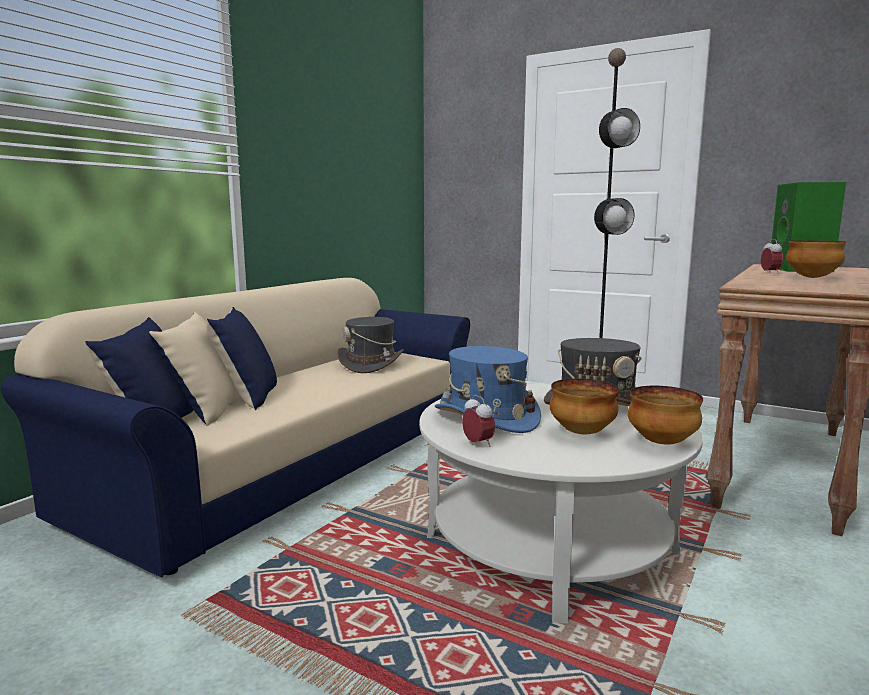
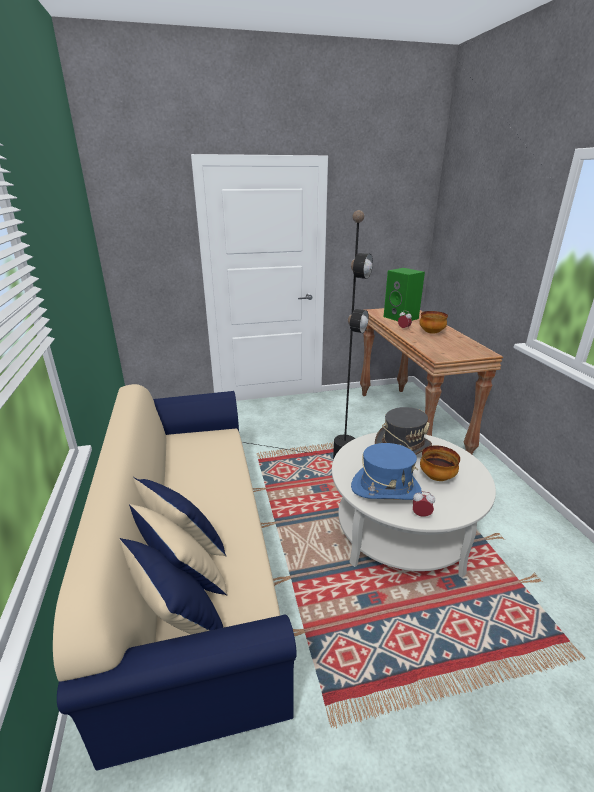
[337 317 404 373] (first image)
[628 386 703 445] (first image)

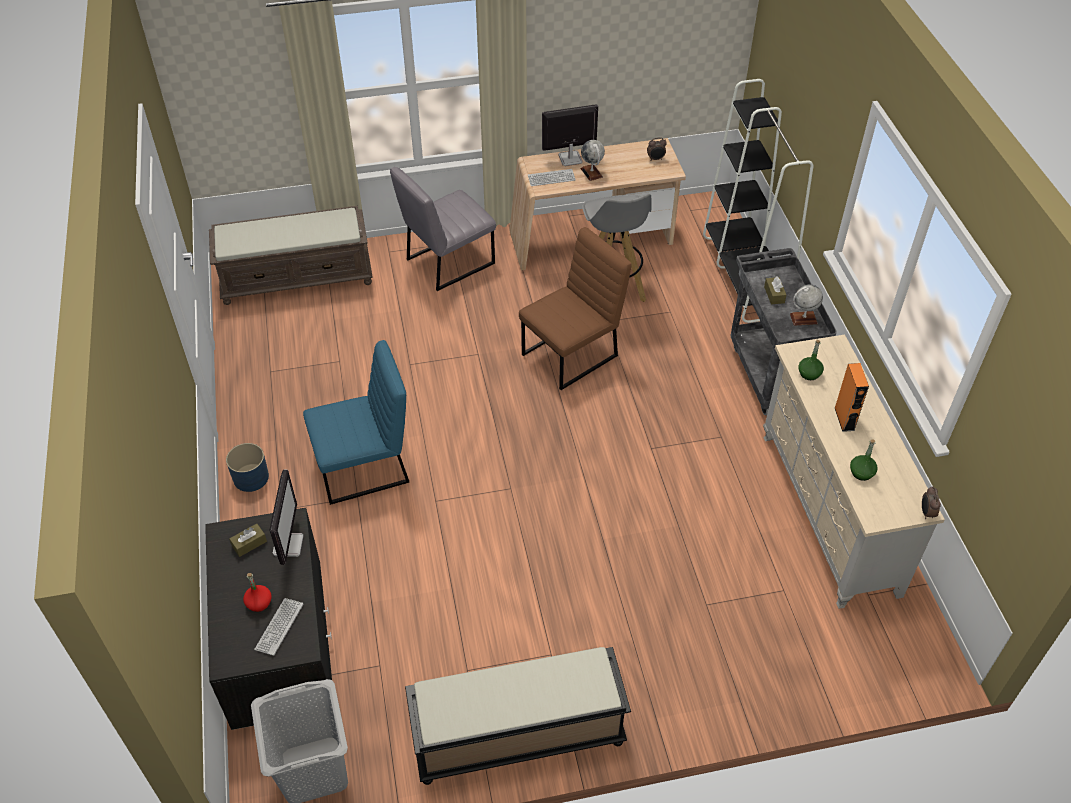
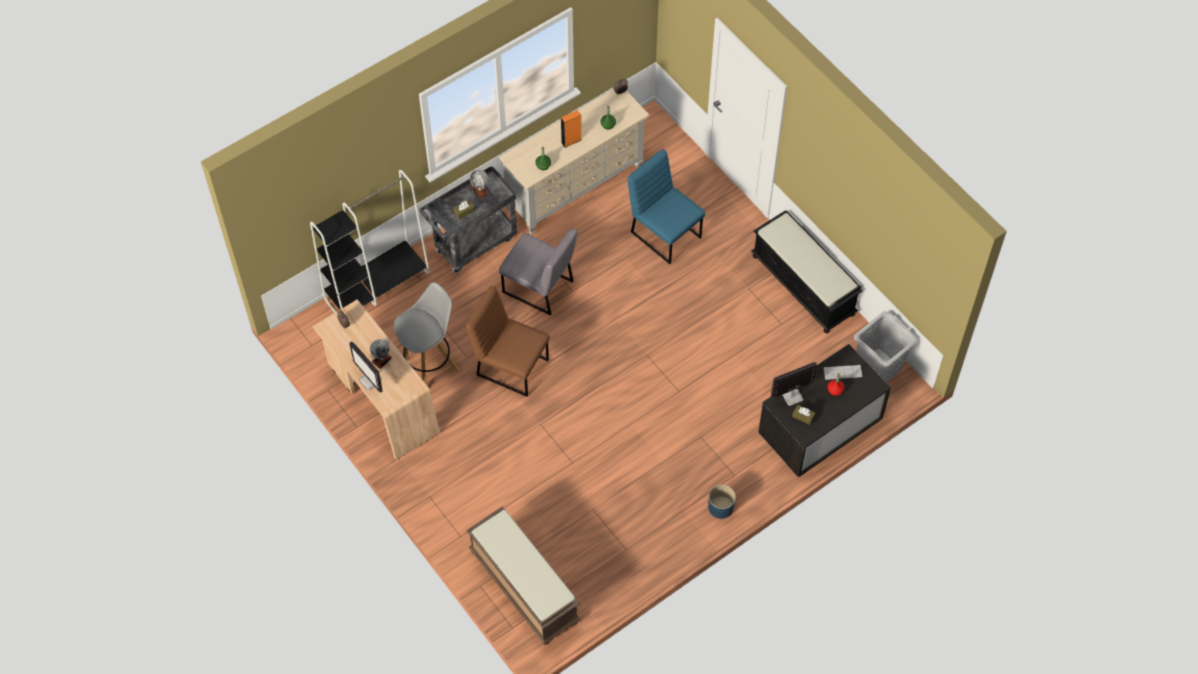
[628 149 705 264]
[499 229 578 315]
[528 169 575 186] (first image)

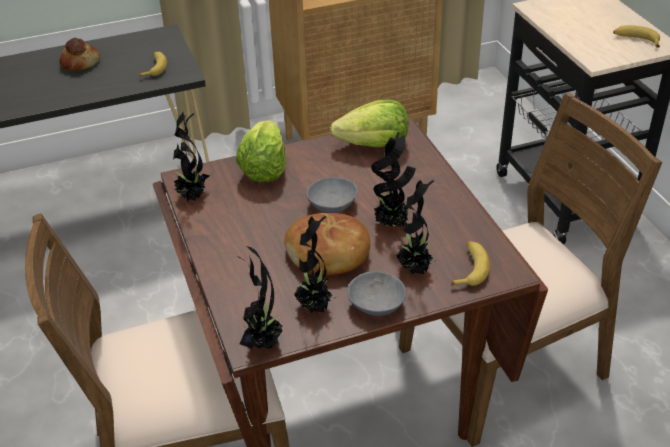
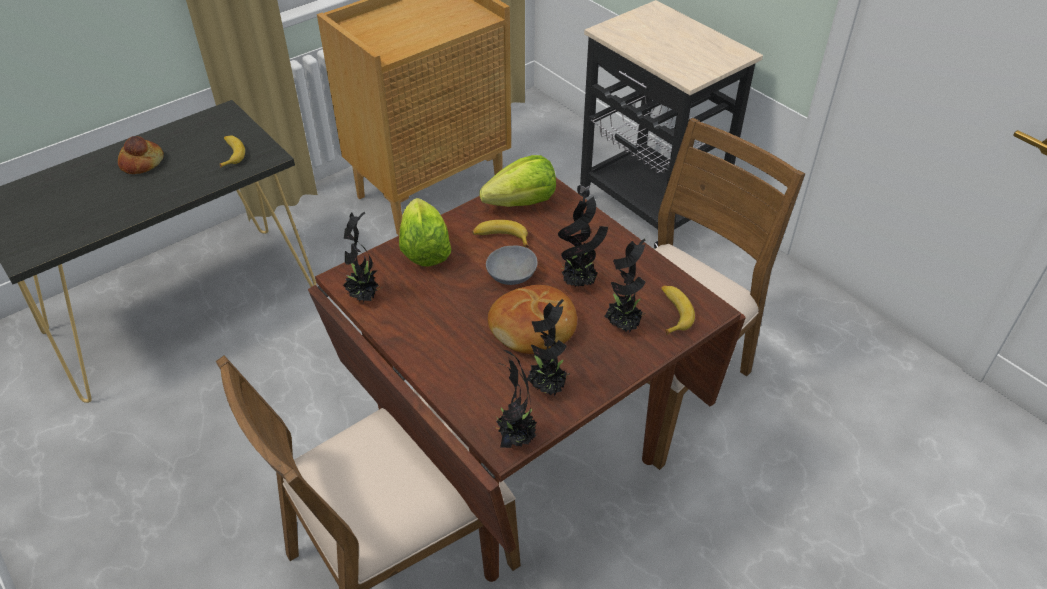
[348 271 406 316] (first image)
[472 220 529 248]

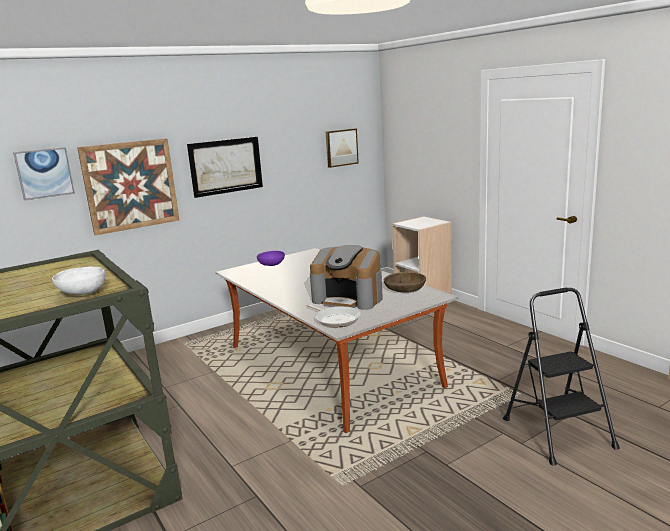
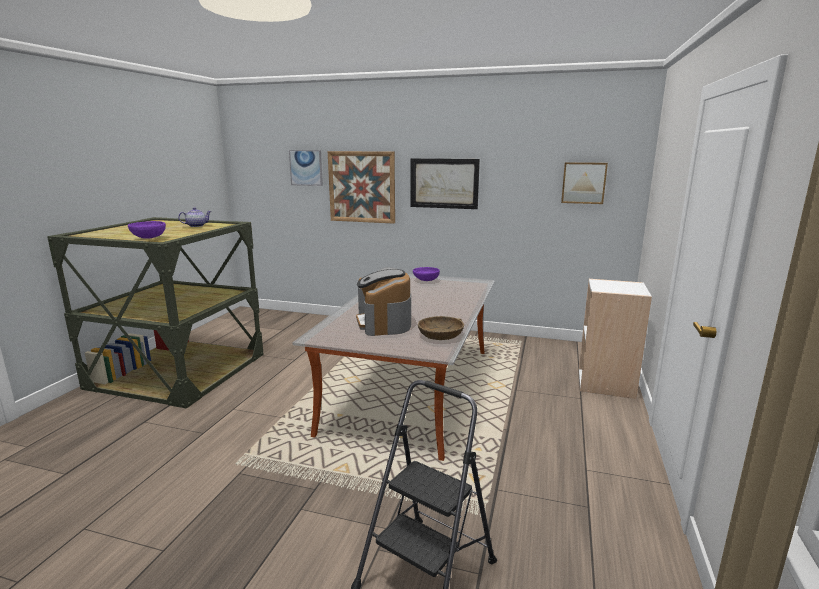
[128 221 166 239]
[306 304 361 327] (first image)
[178 207 212 227]

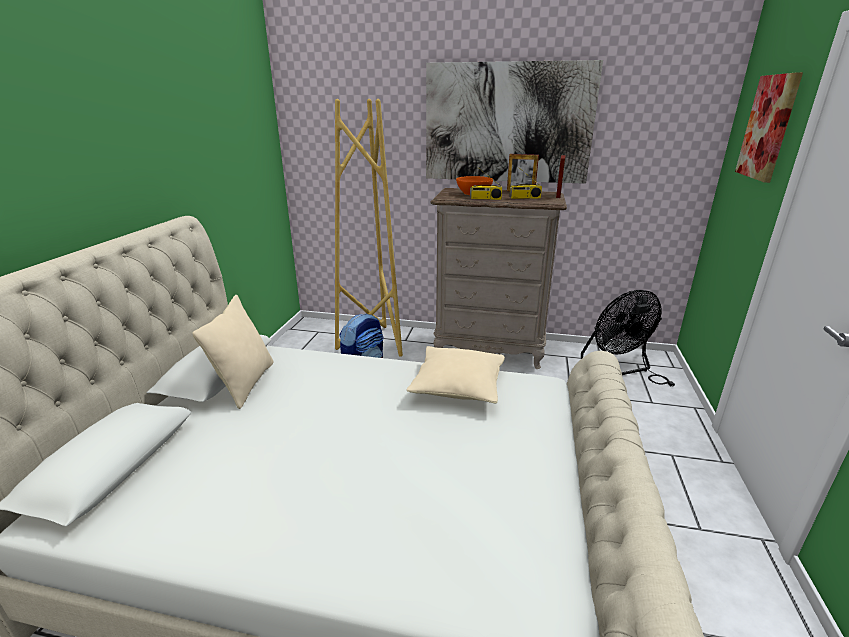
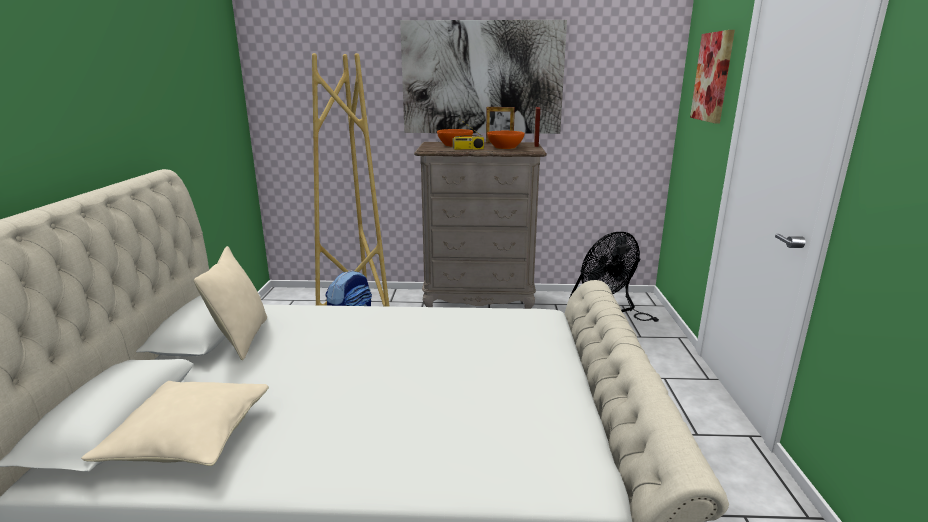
[81 381 269 466]
[487 131 524 149]

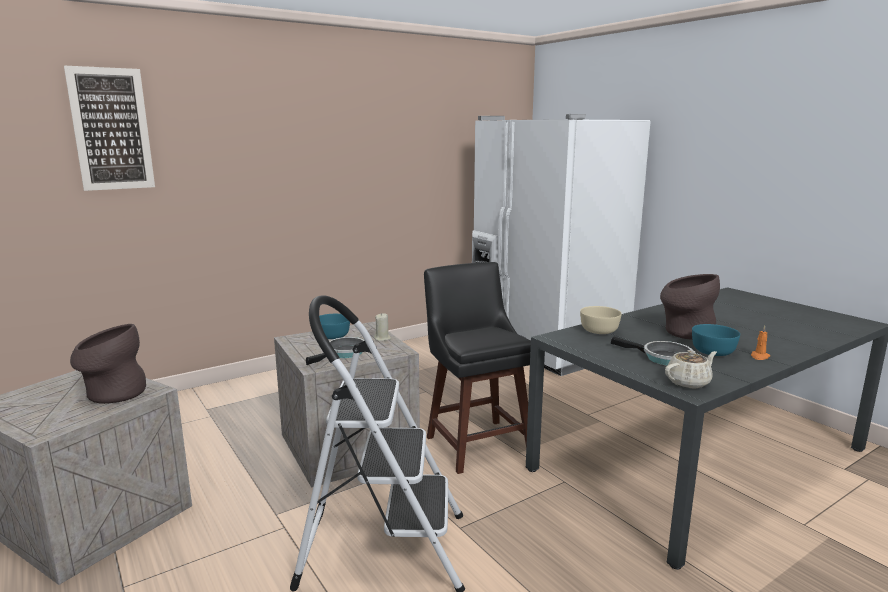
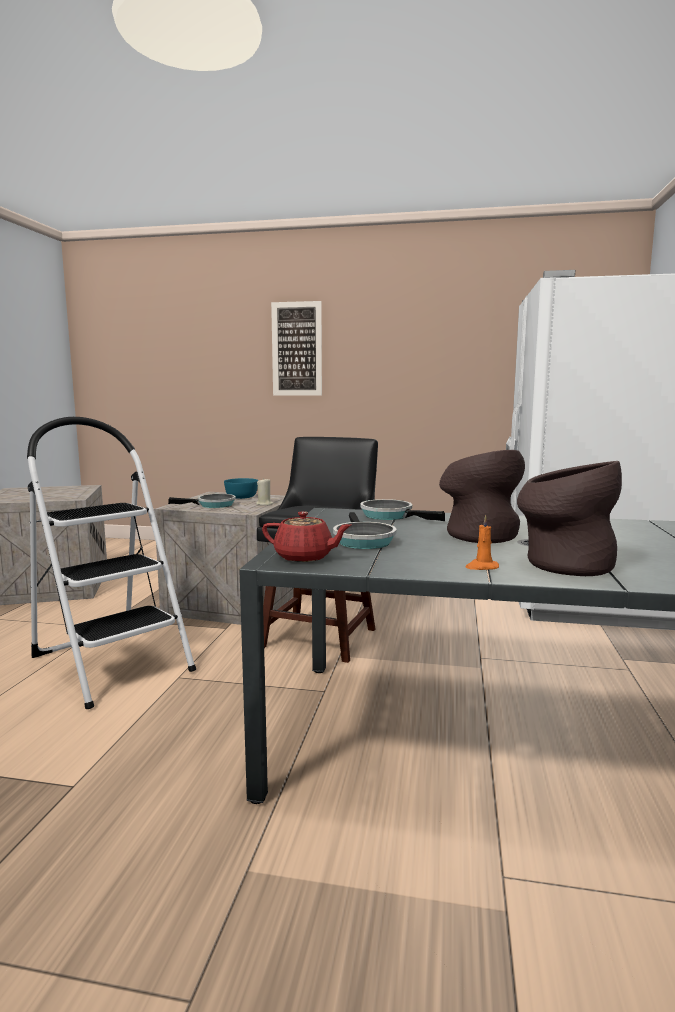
[271 301 322 396]
[517 461 622 576]
[360 499 445 521]
[262 511 351 562]
[692 324 740 356] (first image)

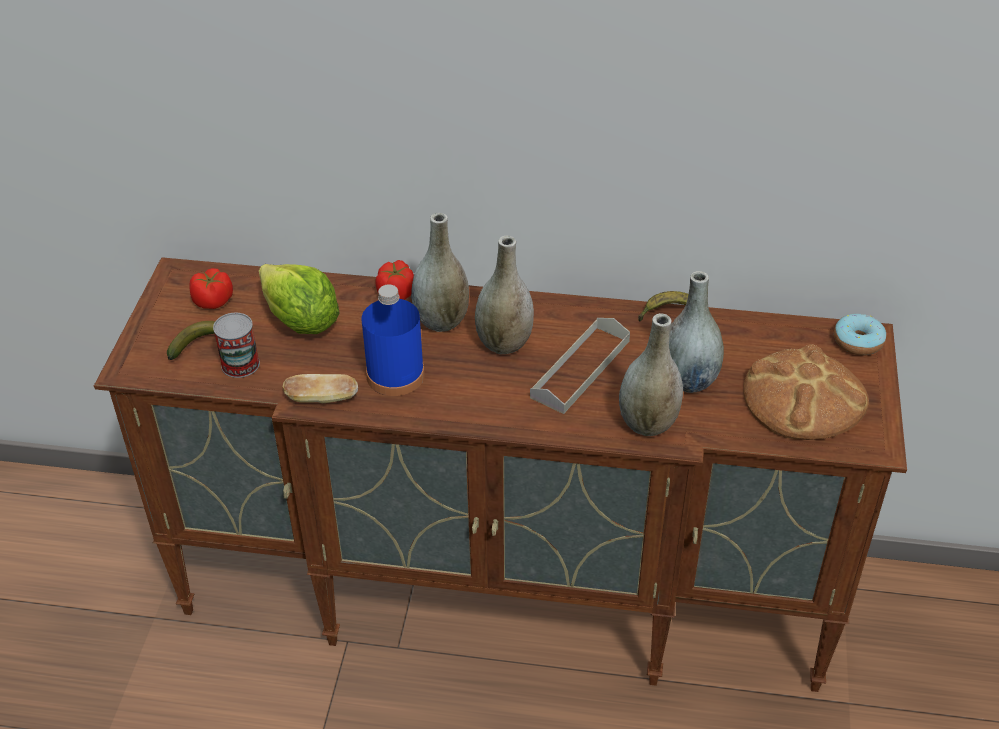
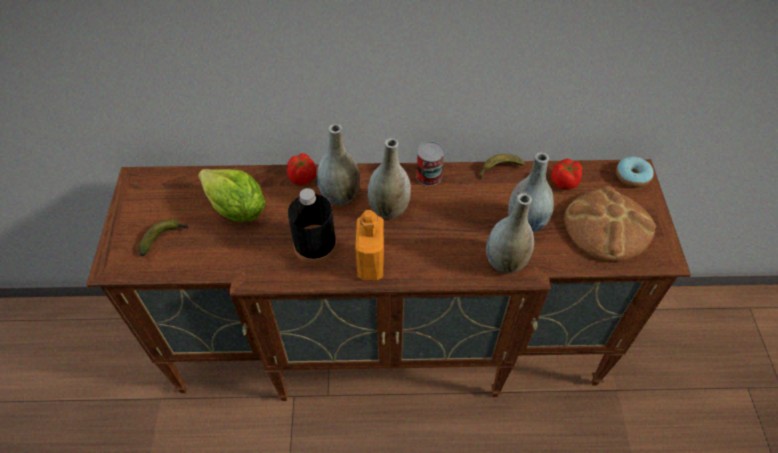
[551 159 582 189]
[416 141 445 186]
[283 374 358 403] (first image)
[288 188 337 264]
[530 318 630 414] (first image)
[355 210 384 280]

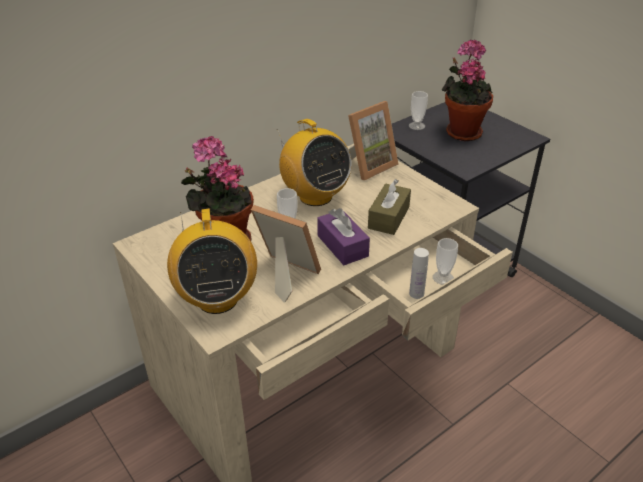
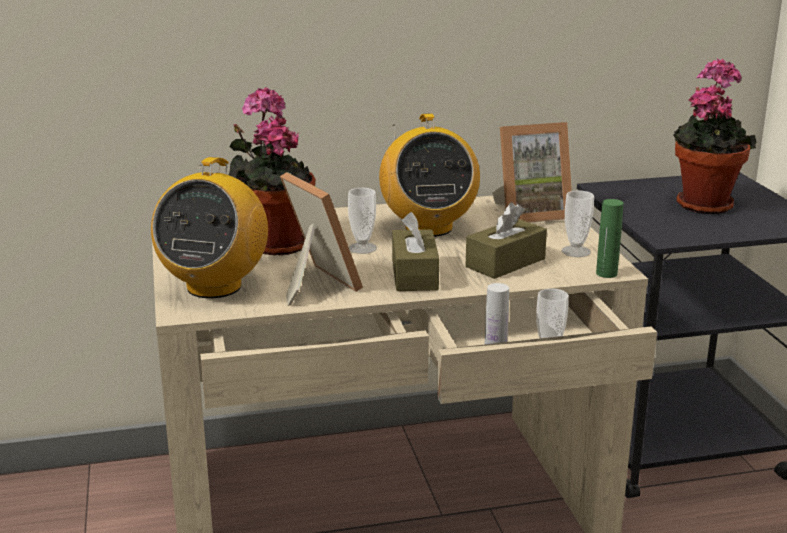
[392 212 439 291]
[562 190 594 257]
[596 199 623 278]

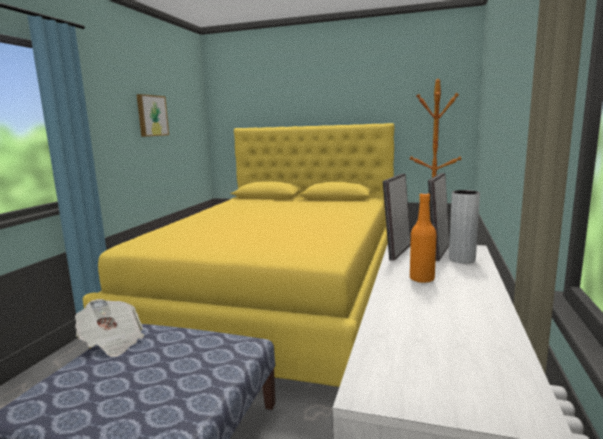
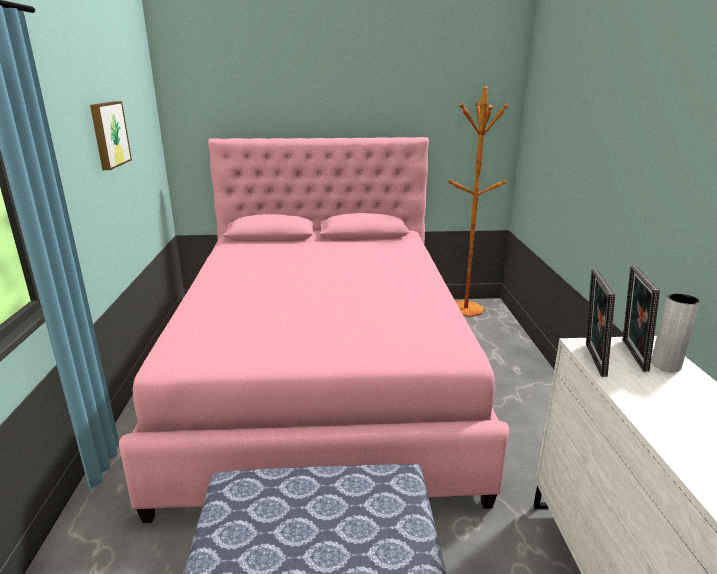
[75 299 144 357] (first image)
[119 137 509 523]
[410 193 436 283] (first image)

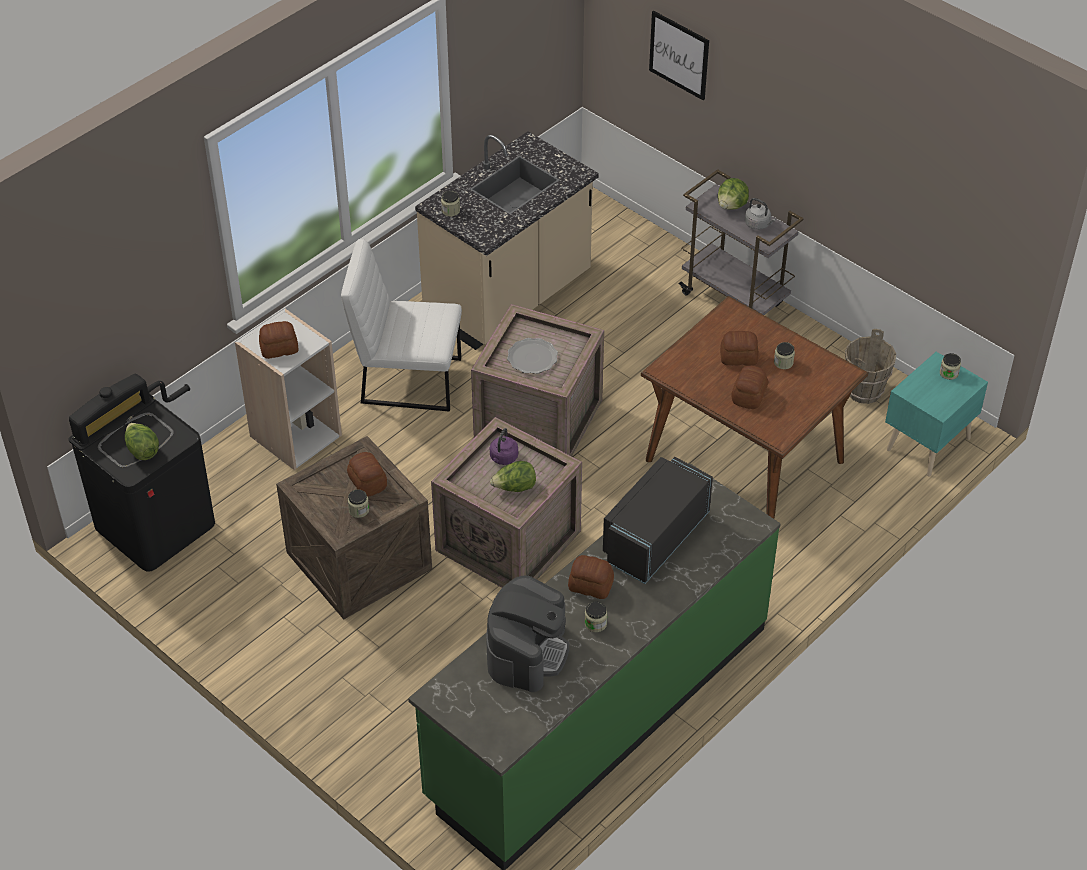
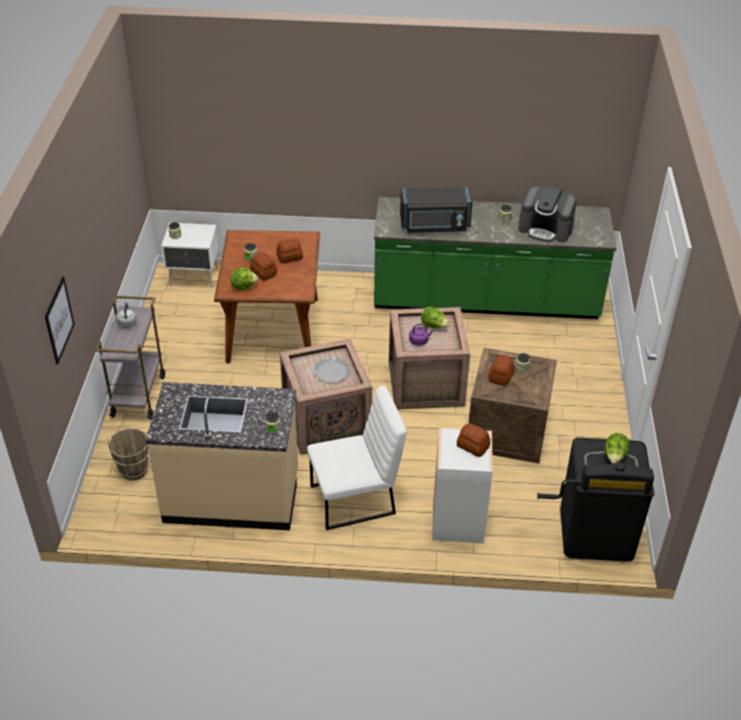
[307 385 407 530]
[518 186 577 243]
[568 555 614 599] (first image)
[230 267 258 290]
[107 428 149 481]
[161 223 219 288]

